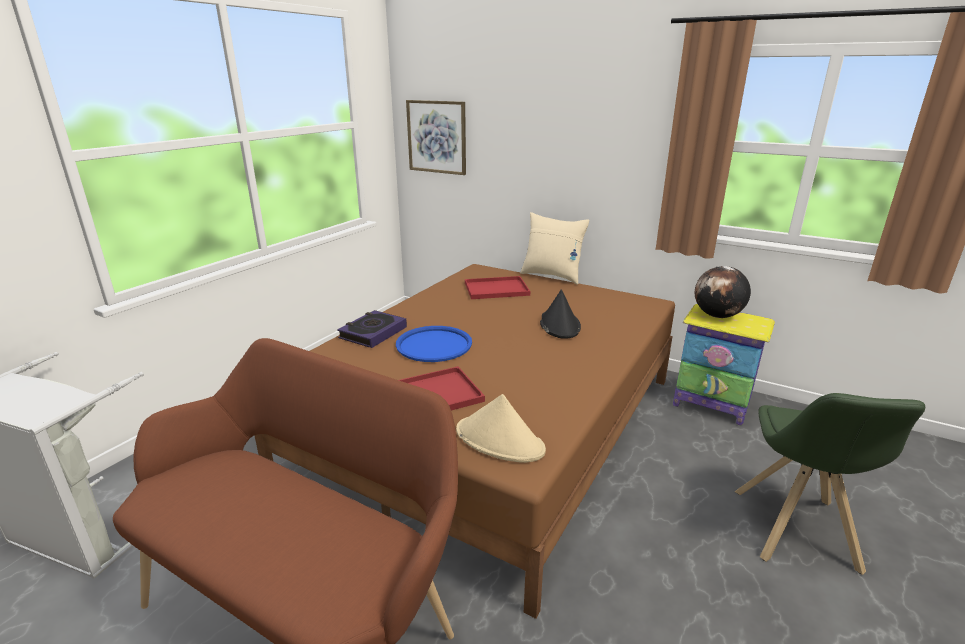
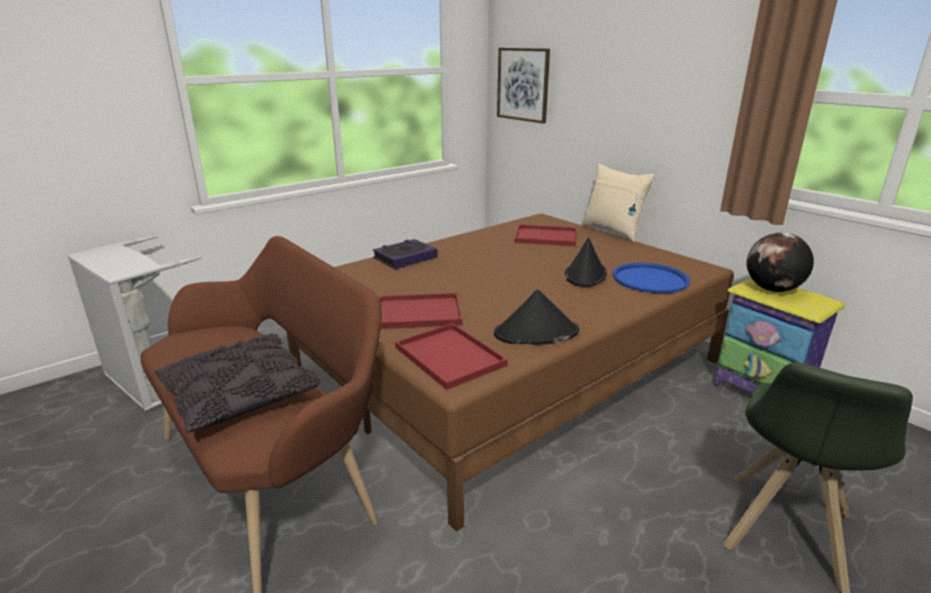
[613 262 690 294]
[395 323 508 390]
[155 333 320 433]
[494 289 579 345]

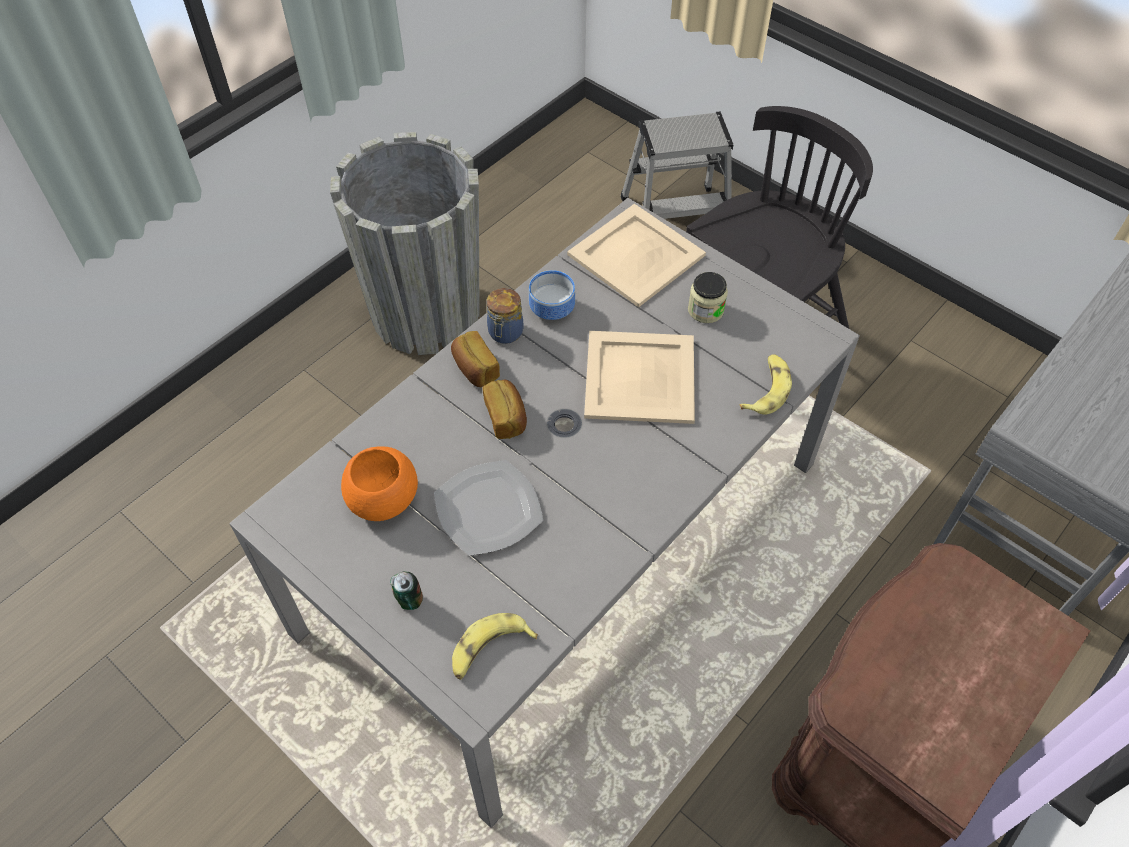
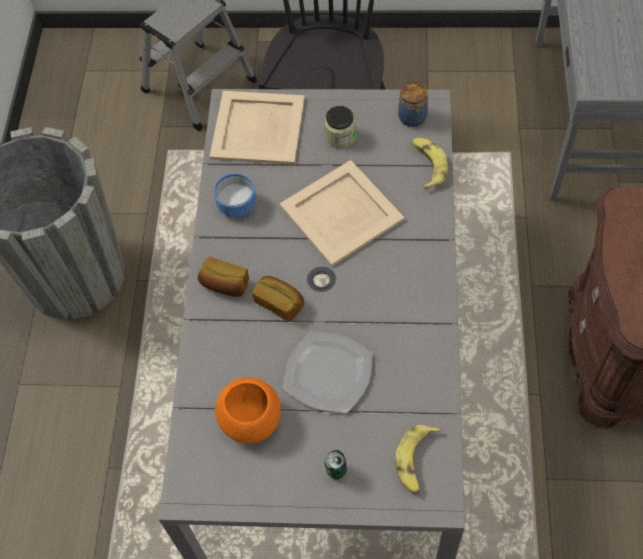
[398 81 428 127]

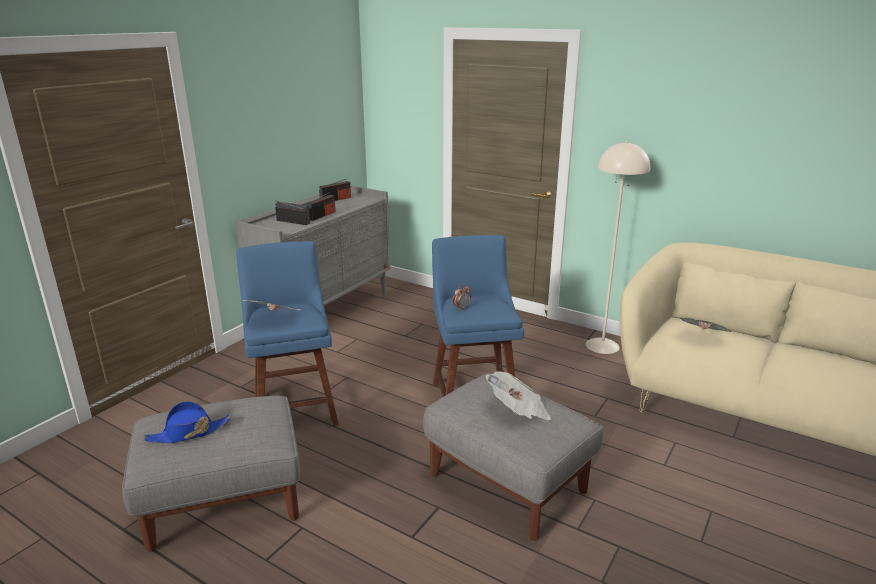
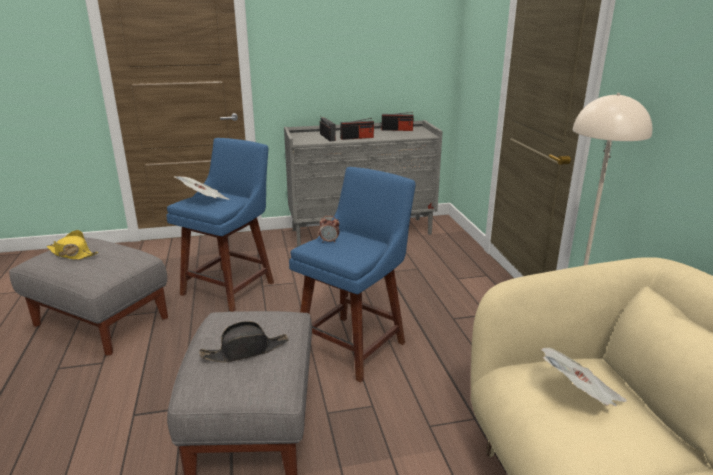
[47 230 99 260]
[199 321 288 362]

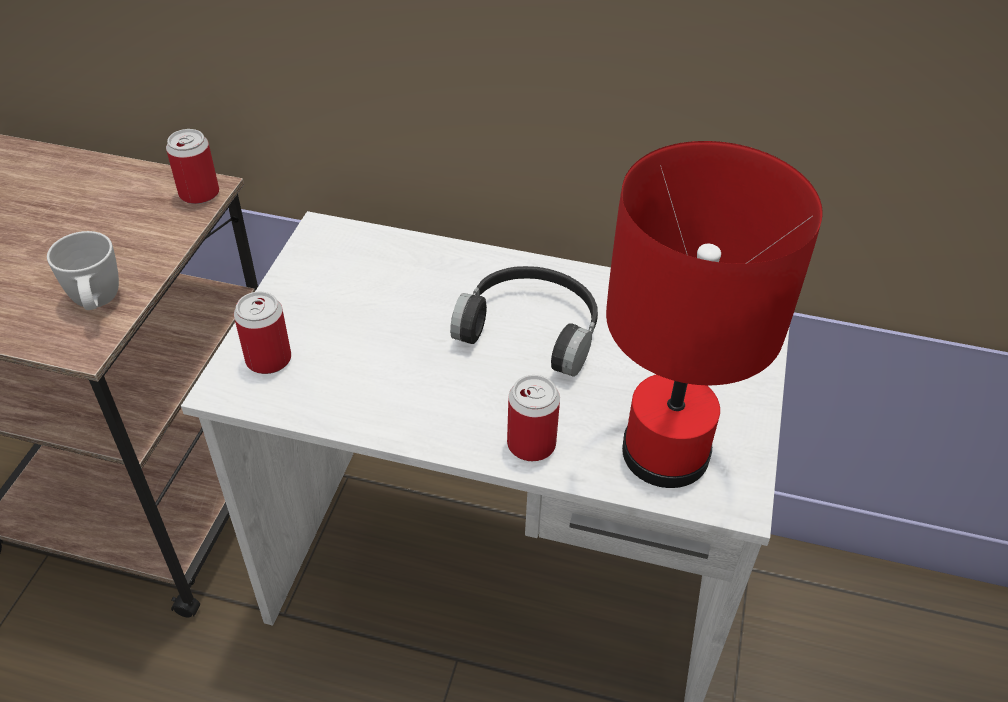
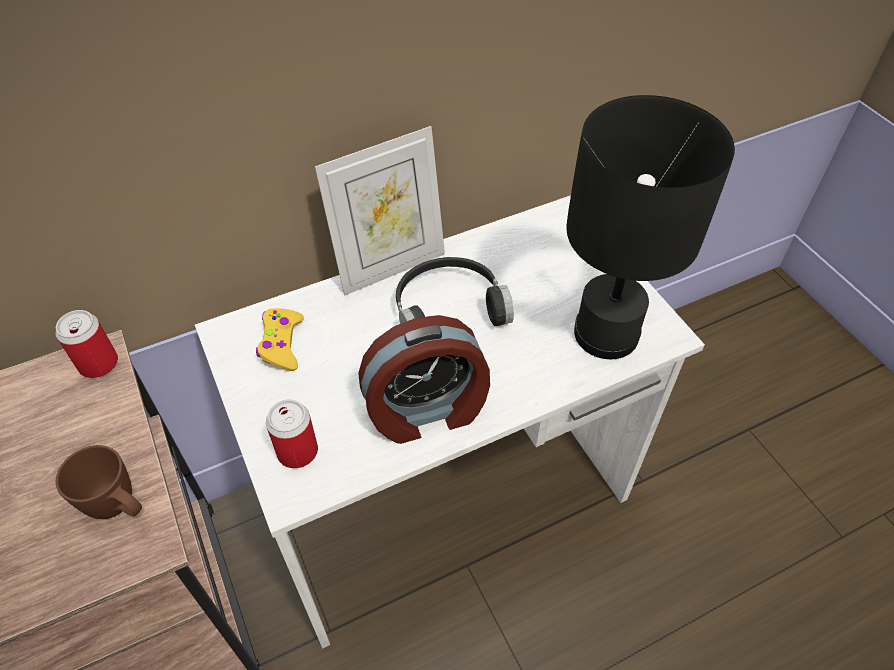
[56 445 142 519]
[507 375 560 461] (first image)
[566 95 735 359]
[256 308 304 371]
[315 126 445 295]
[359 315 490 444]

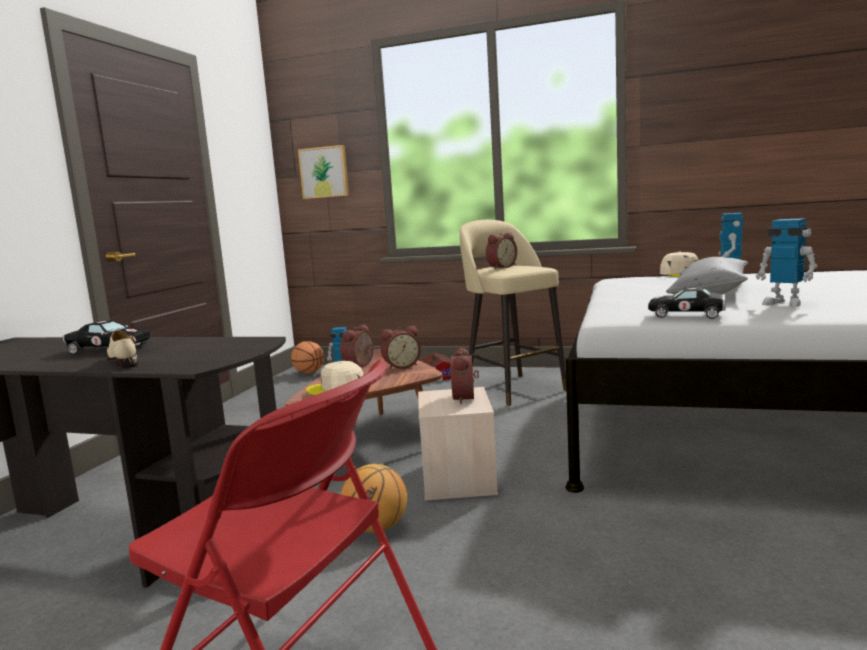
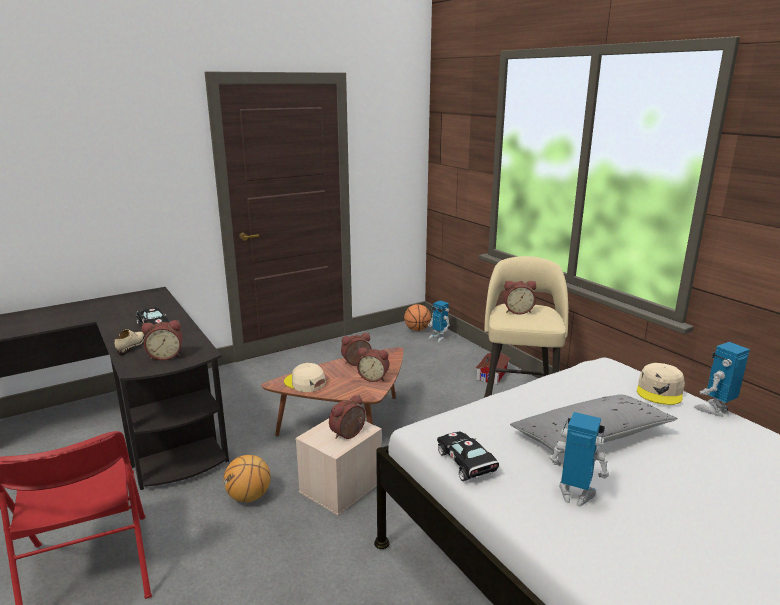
[298 145 349 199] (first image)
[550 412 609 507]
[142 320 182 360]

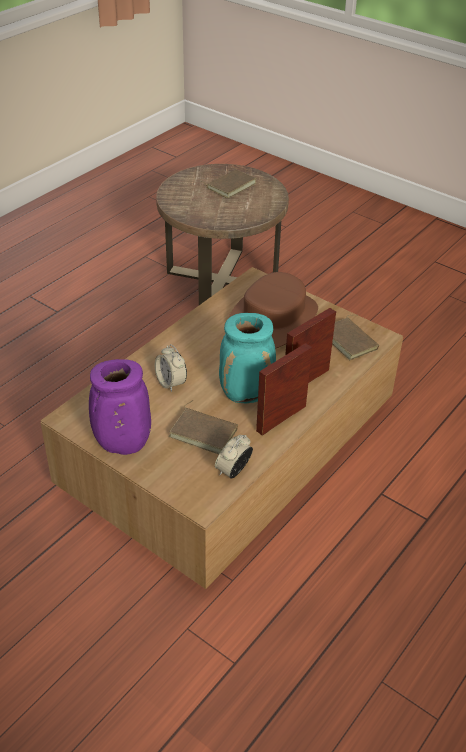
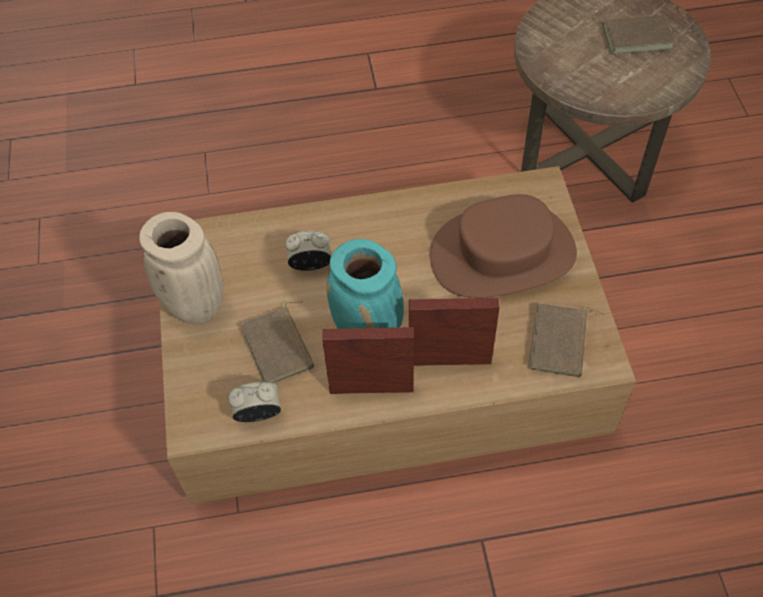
[139 212 224 324]
[286 231 331 271]

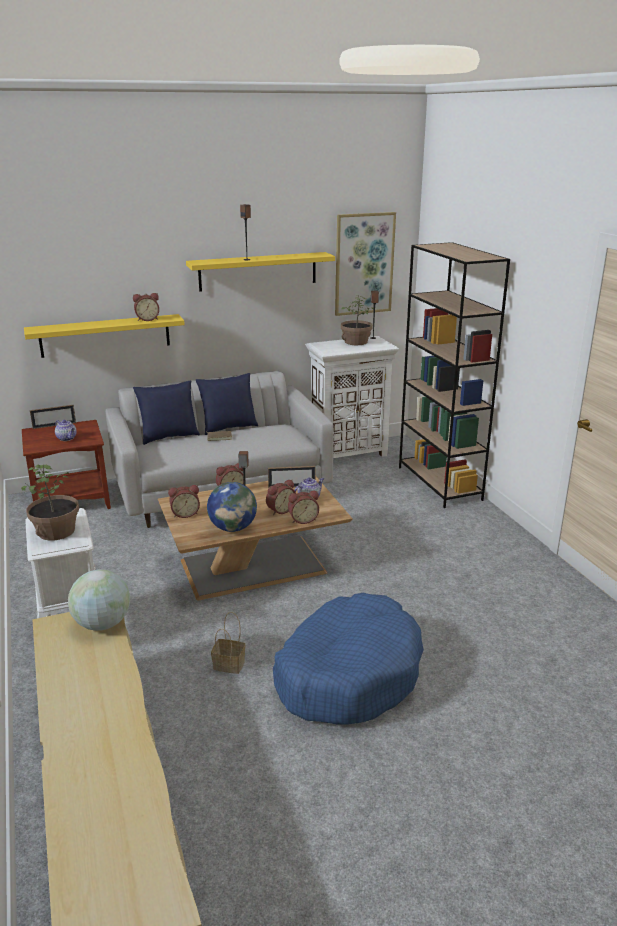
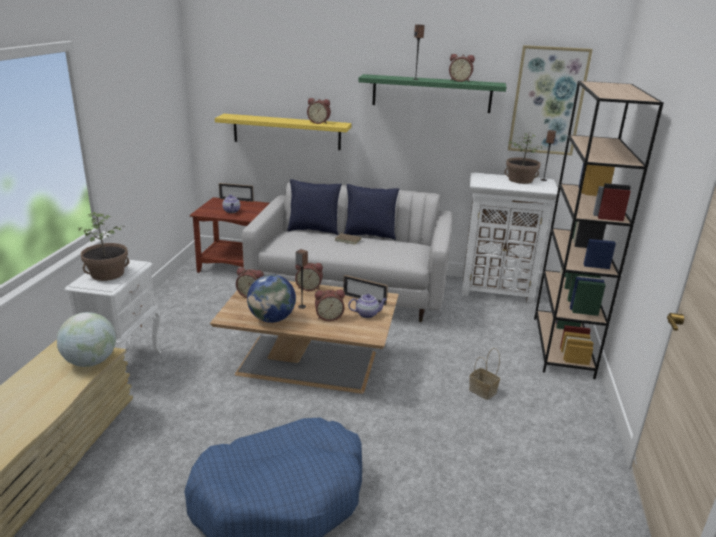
[358 74 506 113]
[469 348 500 400]
[449 54 475 82]

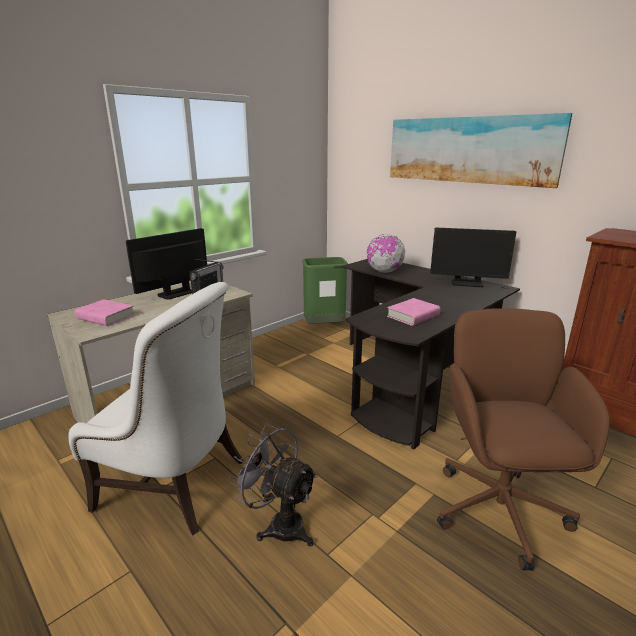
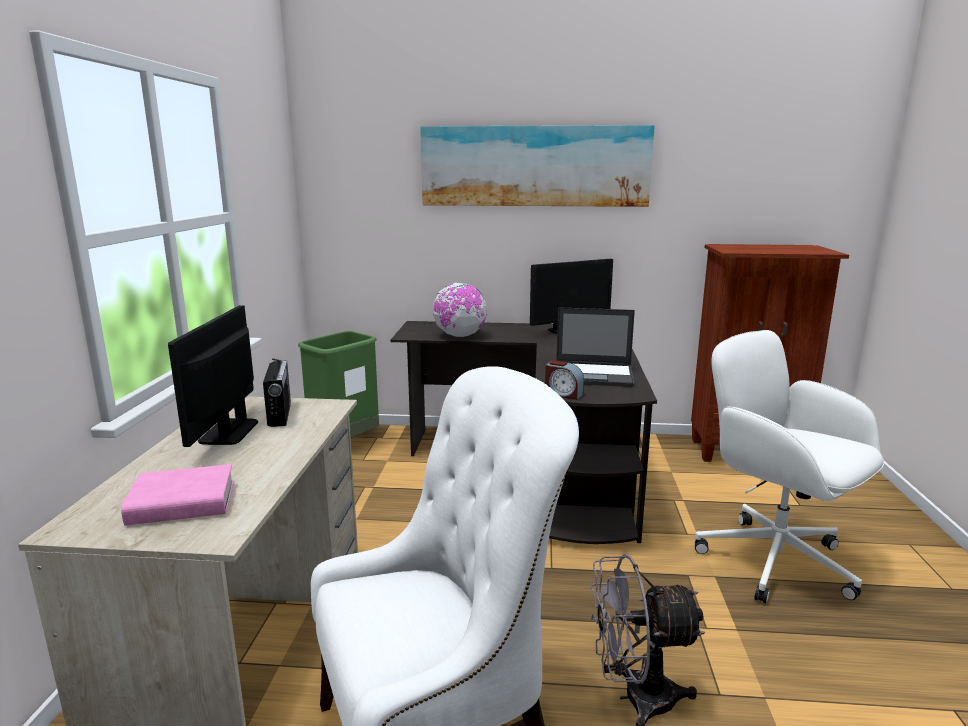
[556 307 635 387]
[695 330 885 603]
[545 360 584 400]

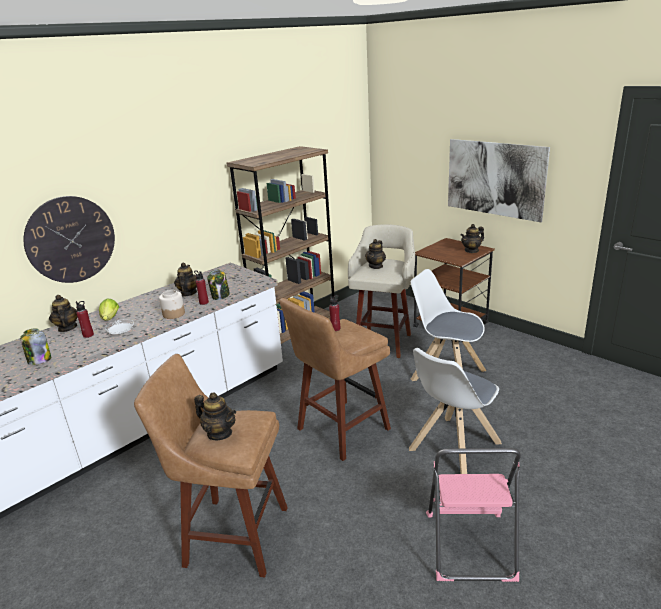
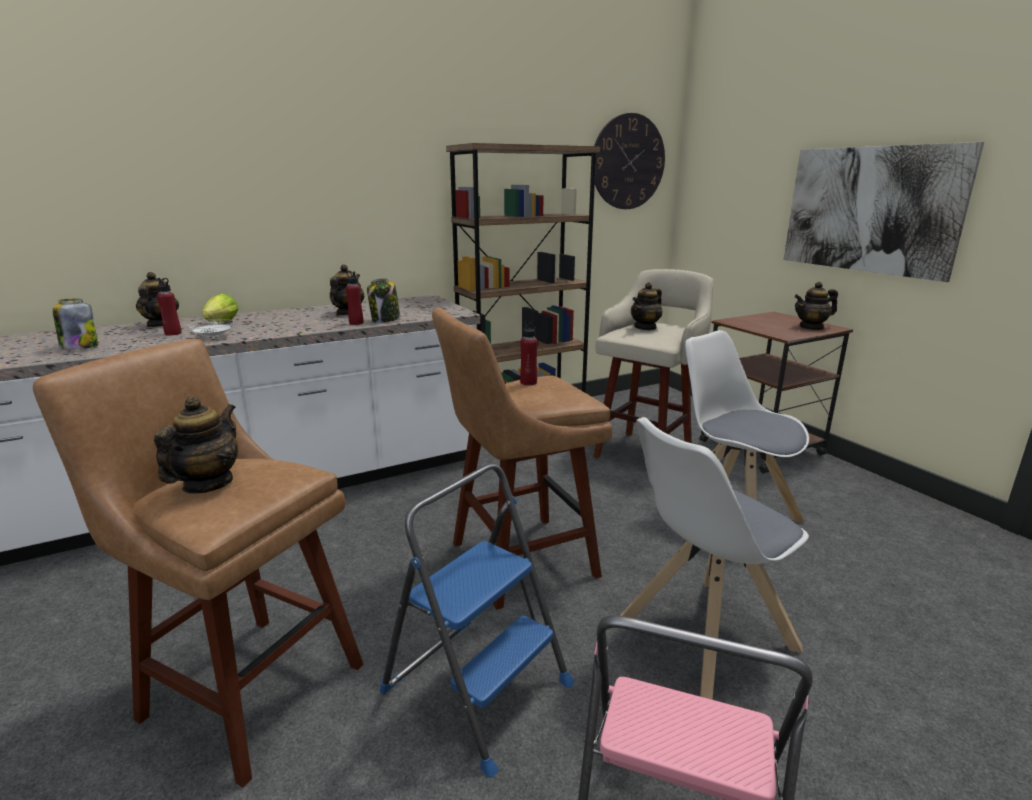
[594 113 665 209]
[159 290 185 319] (first image)
[154 396 238 494]
[380 464 574 778]

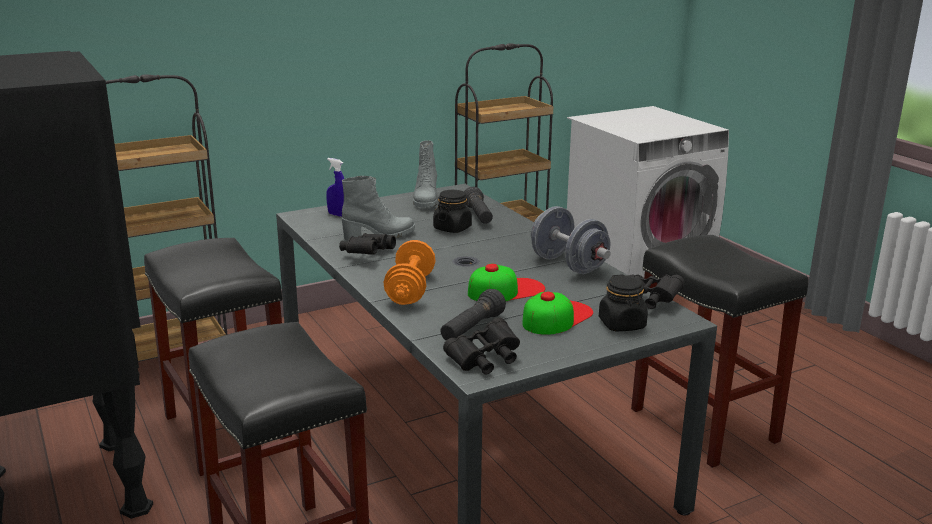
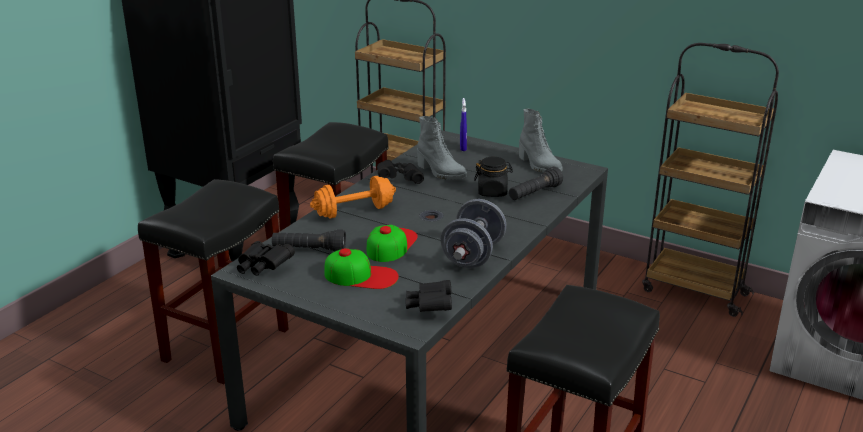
[519 109 562 173]
[367 225 418 262]
[599 274 648 331] (first image)

